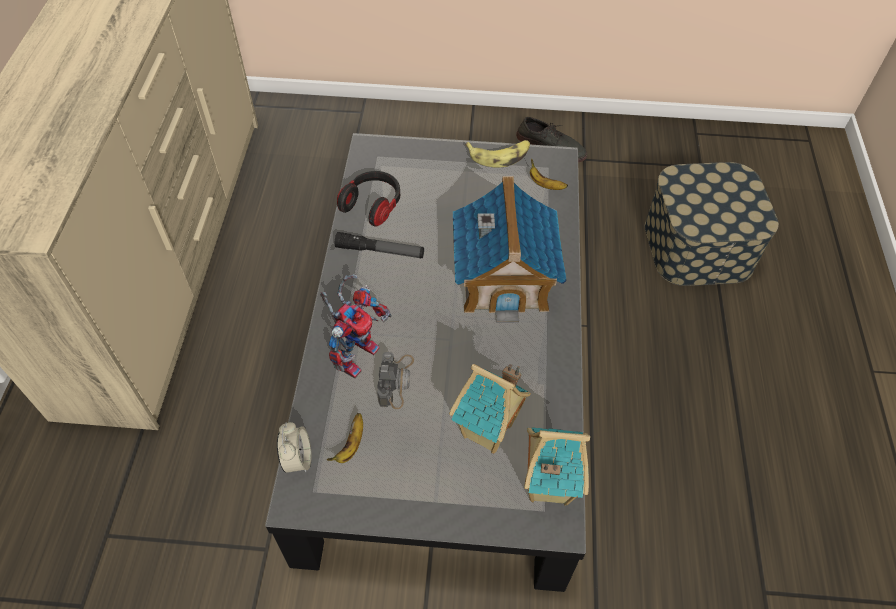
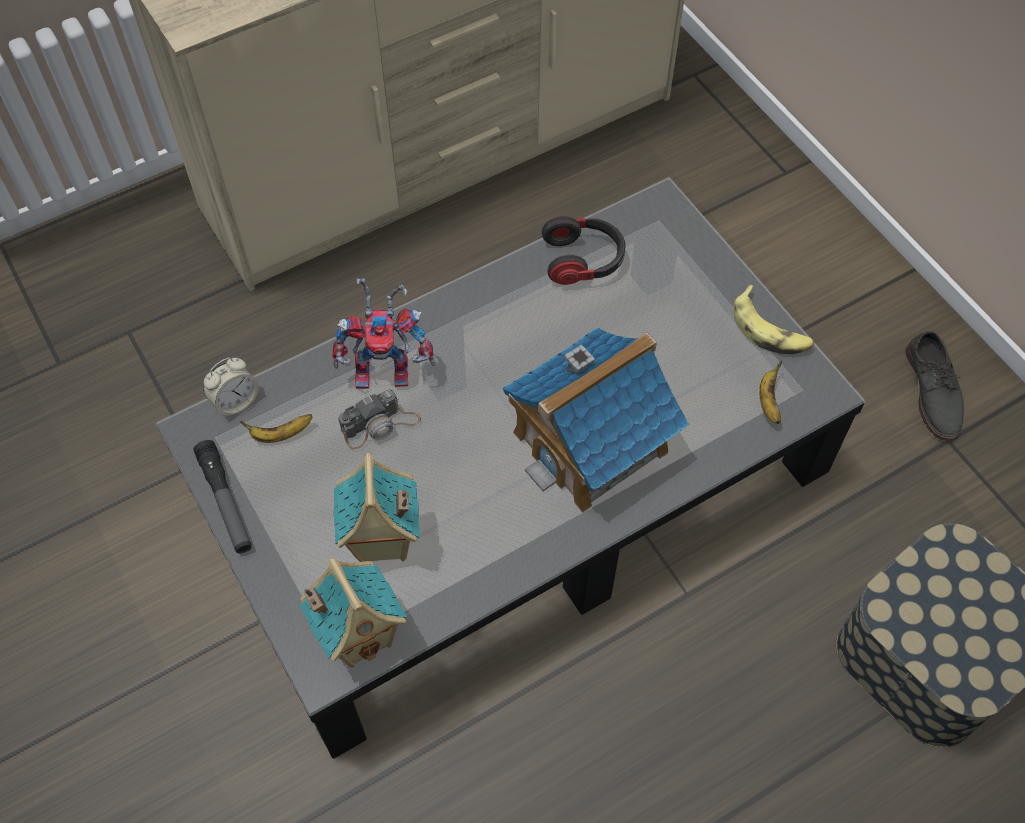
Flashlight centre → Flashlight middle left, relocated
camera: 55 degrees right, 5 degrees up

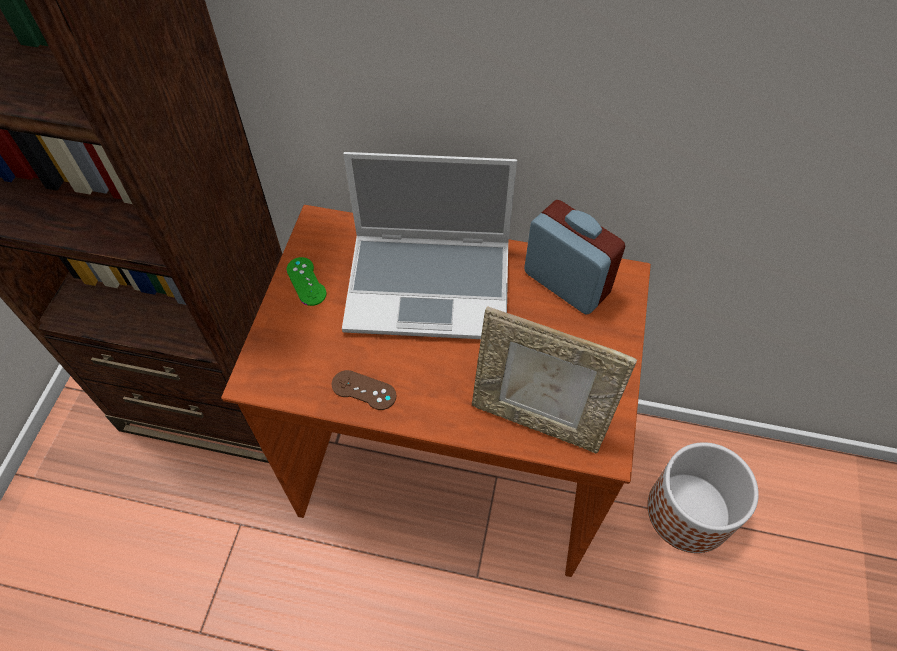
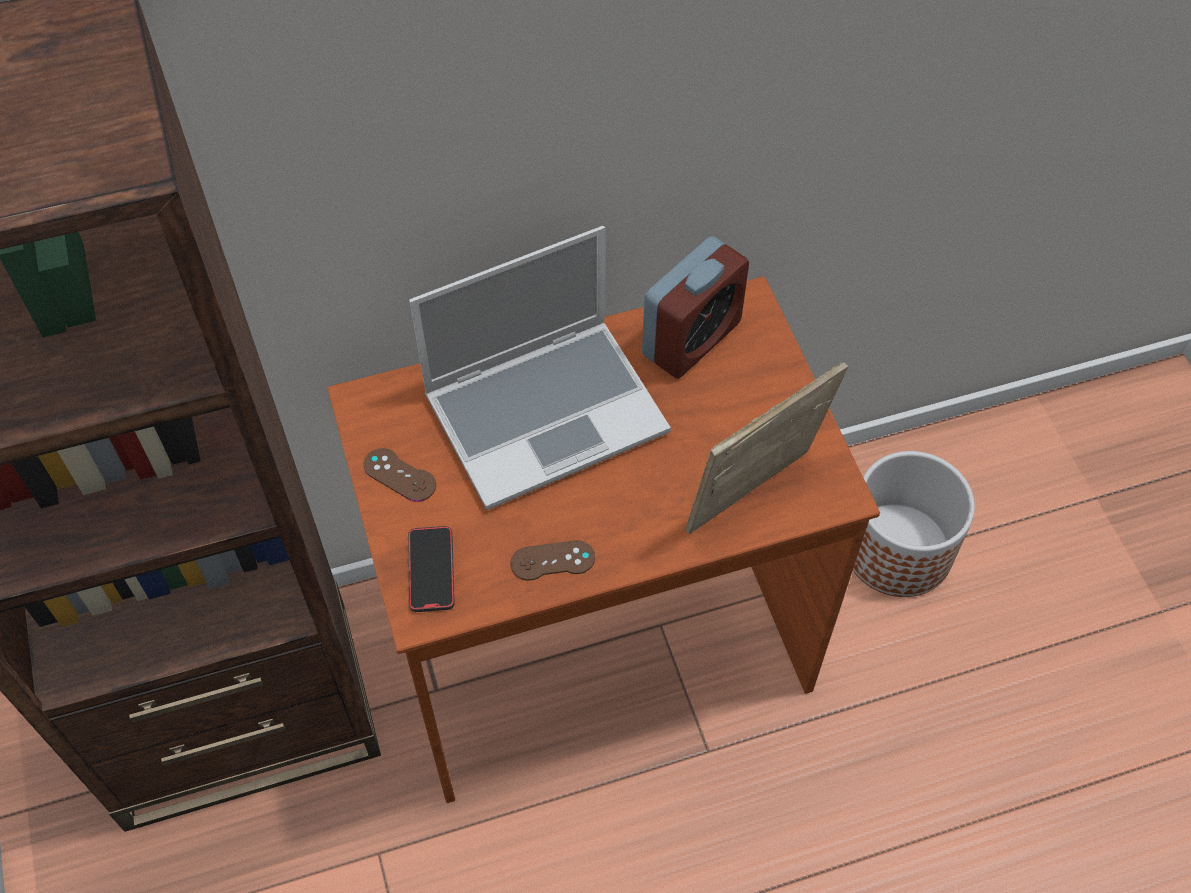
AlarmClock centre, 120 degrees clockwise
GreenGameController centre → BrownGameController (no. 1 from left) centre
PictureFrame centre, 150 degrees clockwise
- → Phone centre
camera: 30 degrees left, 0 degrees up

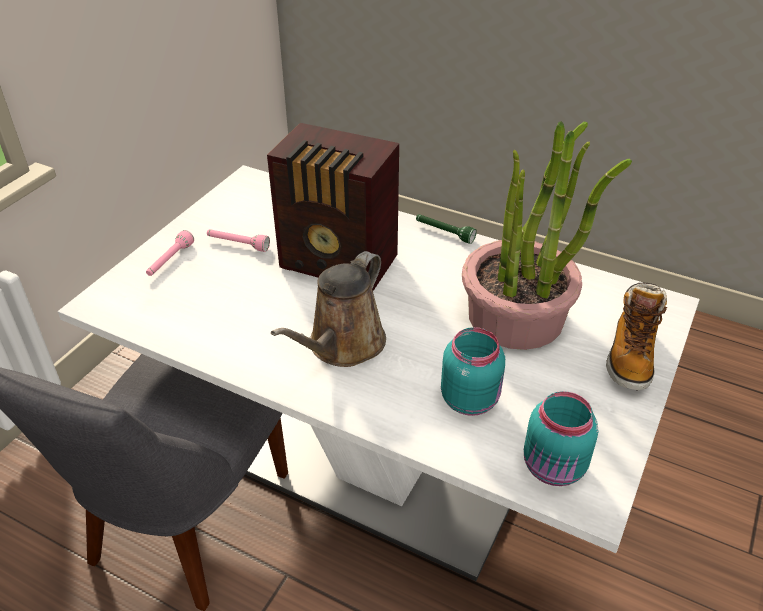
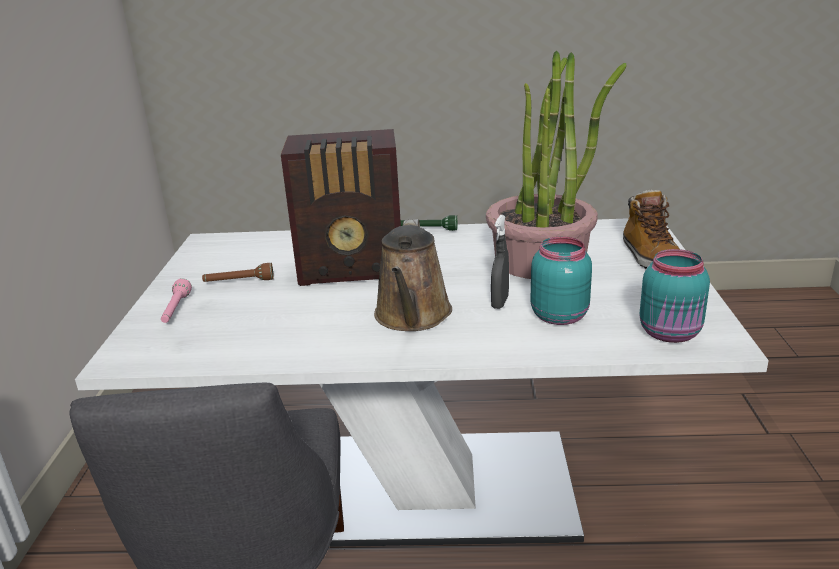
PinkFlashlight (no. 2 from left) middle left → BrownFlashlight middle left
- → GreySprayBottle centre
camera: 25 degrees left, 15 degrees down

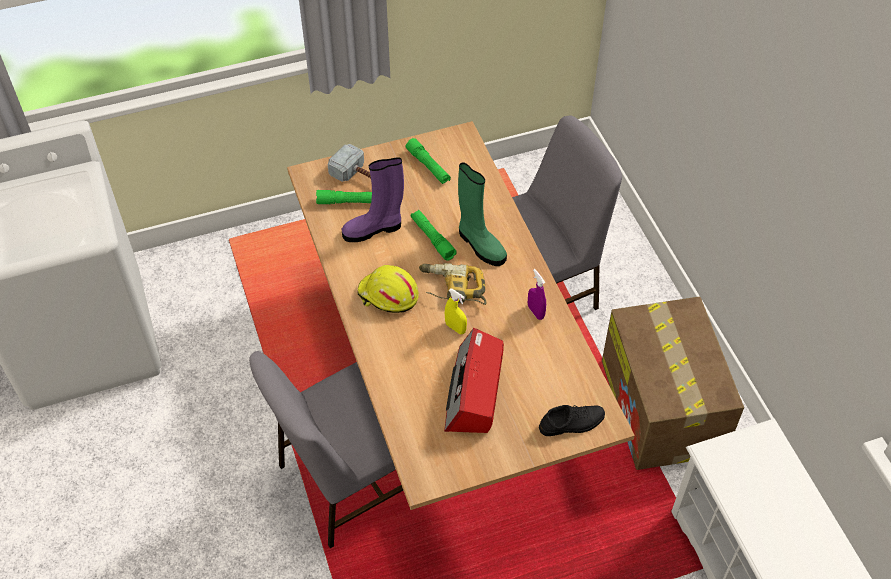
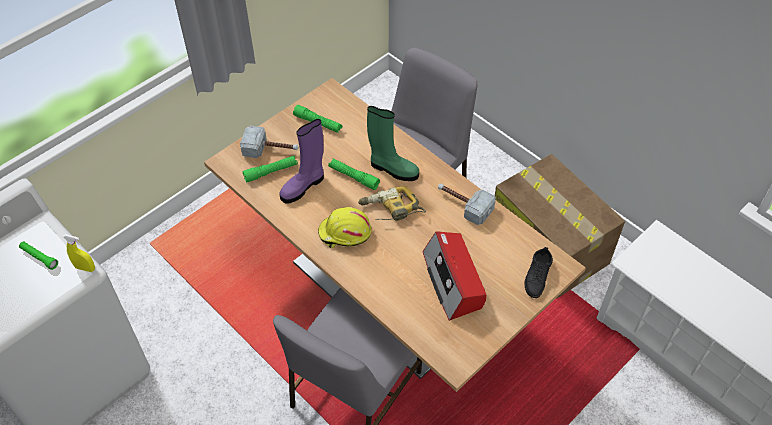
PurpleSprayBottle centre → Hammer (no. 2 from left) centre
YellowSprayBottle centre → YellowSprayBottle middle left, relocated
BlackShoe bottom centre → BlackShoe middle right, 150 degrees clockwise
- → GreenFlashlight (no. 1 from left) middle left
camera: 25 degrees left, 0 degrees up

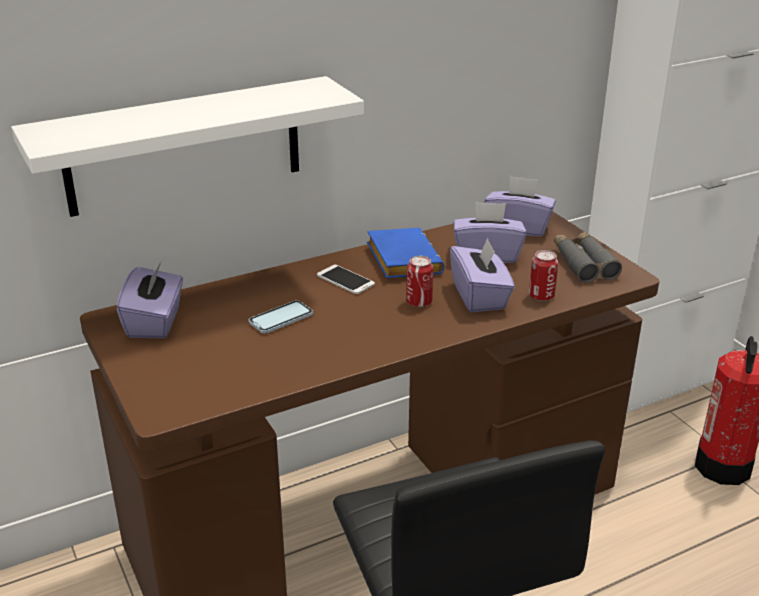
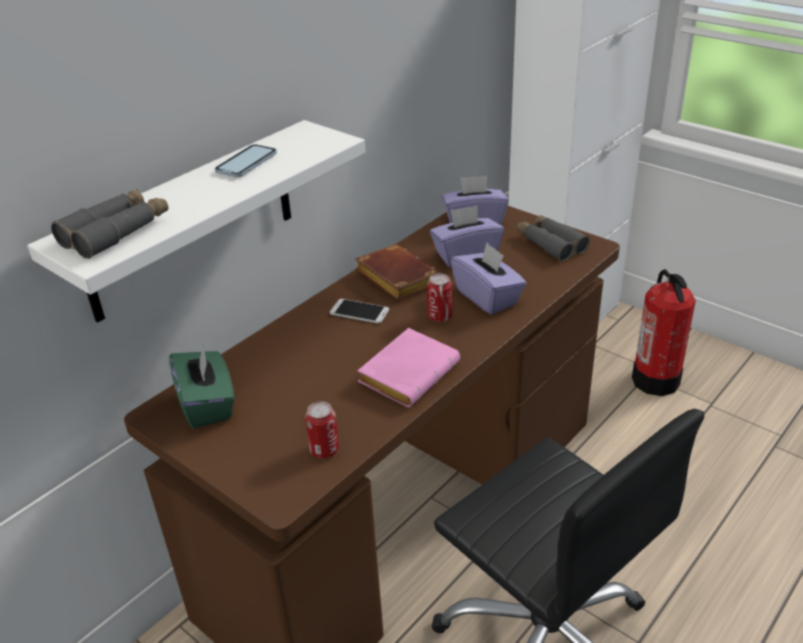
BlueBook centre → BrownBook centre
Can (no. 2 from left in the first image) middle right → Can (no. 1 from left) bottom centre, relocated
PurpleTissueBox (no. 1 from left) middle left → GreenTissueBox middle left
Phone (no. 1 from left) centre → Phone (no. 1 from left) top left, relocated
- → GreyBinoculars (no. 1 from left) middle left
- → PinkBook centre
camera: 20 degrees left, 5 degrees up

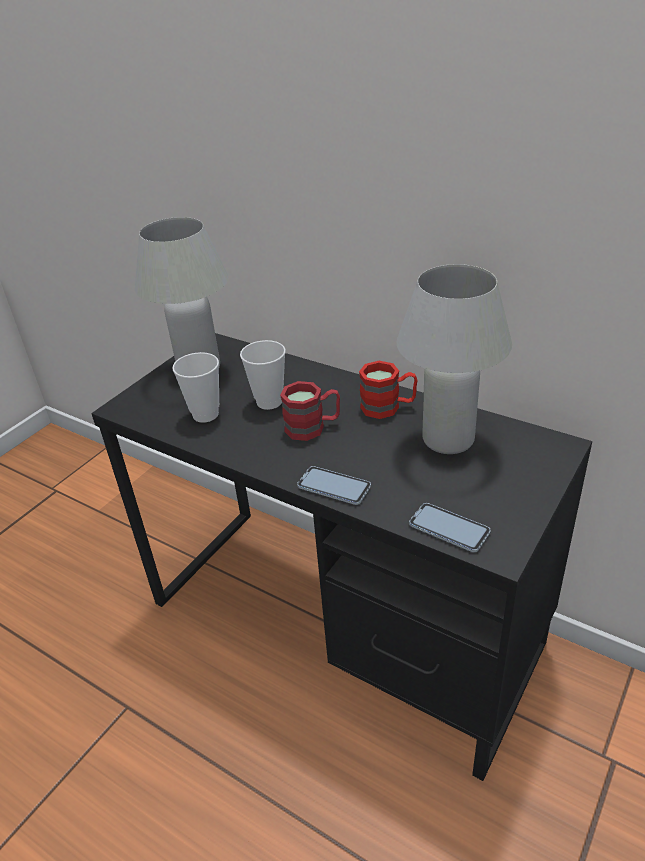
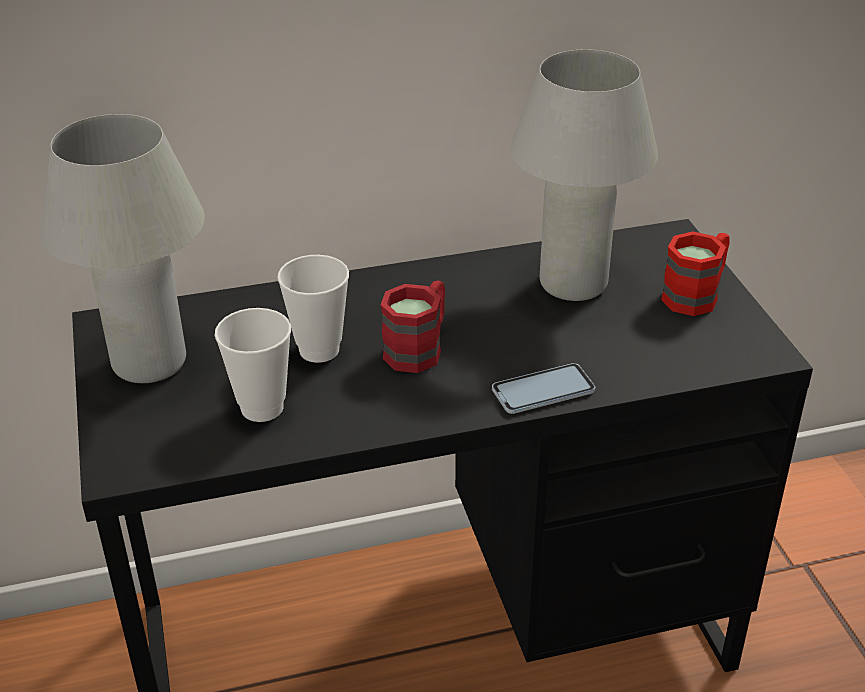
RedMug (no. 2 from left) centre → RedMug (no. 2 from left) middle right, relocated
Phone (no. 2 from left) middle right → -
camera: 50 degrees left, 0 degrees up

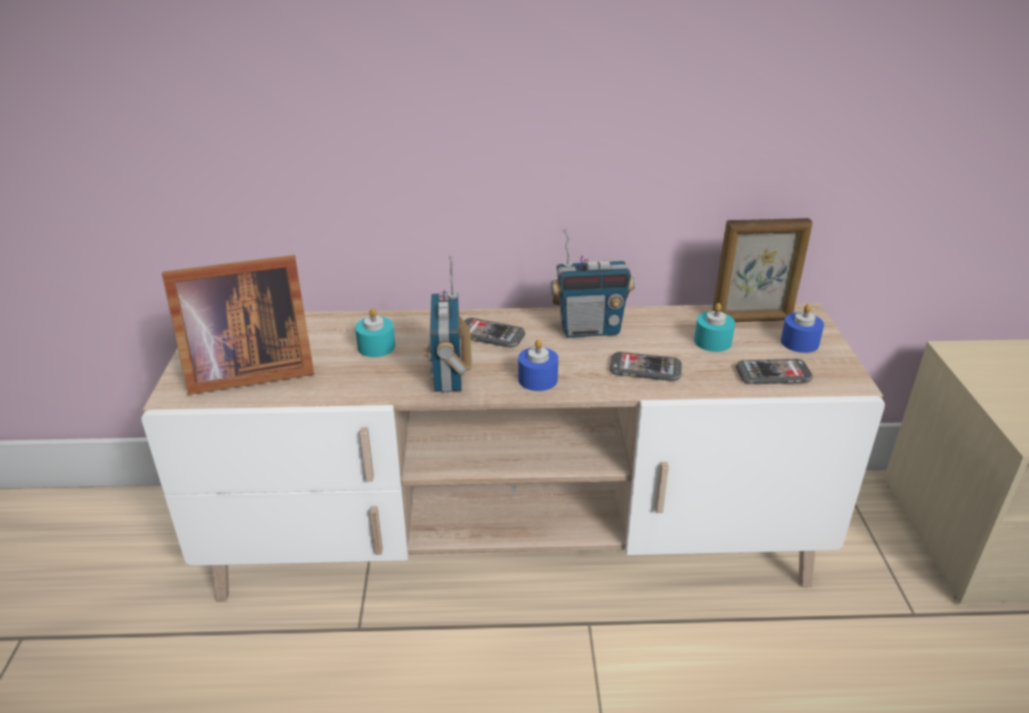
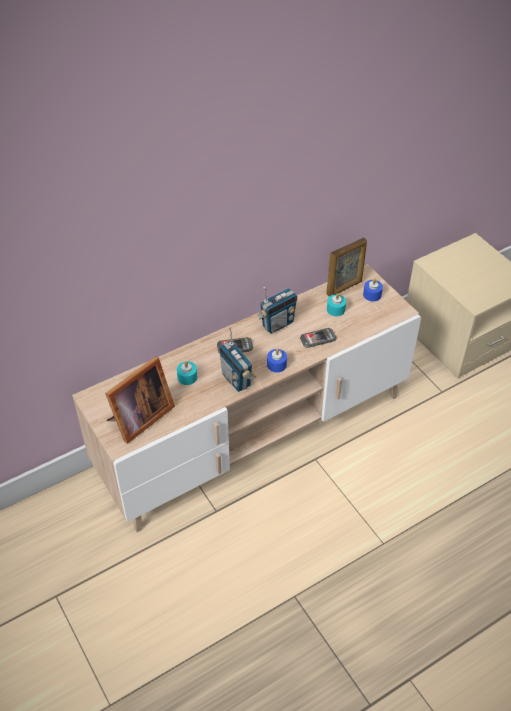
Phone (no. 3 from left) middle right → -
camera: 30 degrees left, 15 degrees up

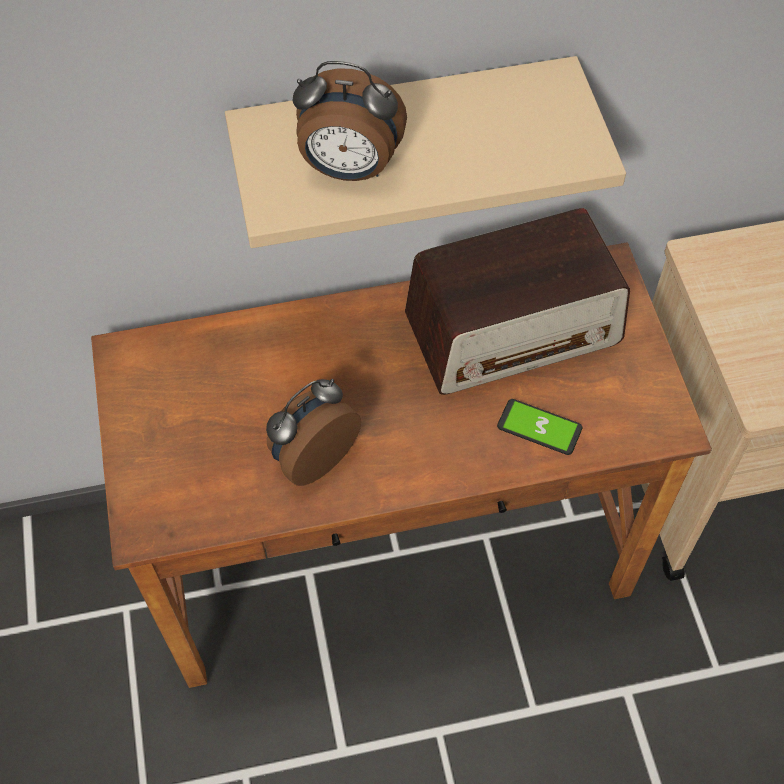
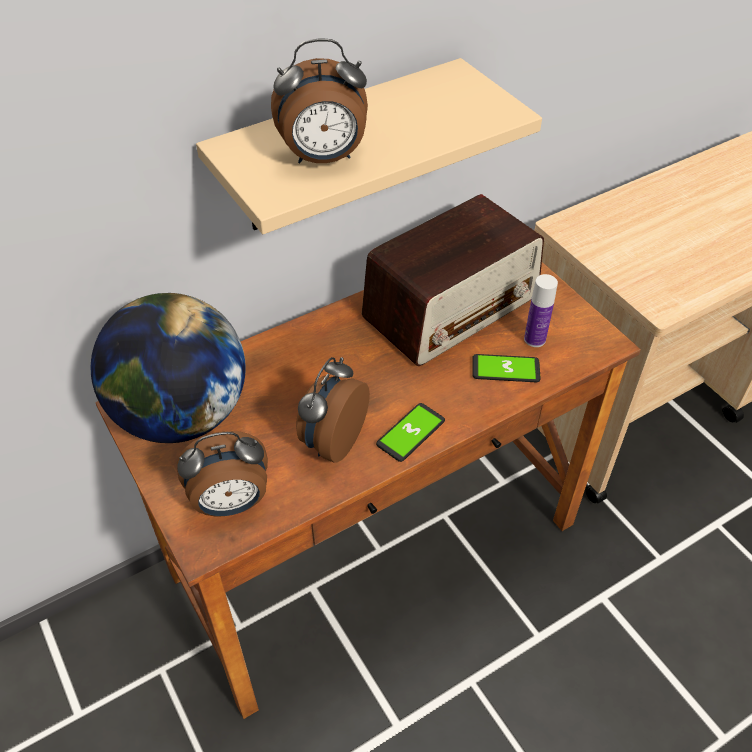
- → Bottle middle right
- → Globe middle left
- → Phone (no. 1 from left) centre
- → AlarmClock (no. 1 from left) middle left
camera: 20 degrees left, 10 degrees down

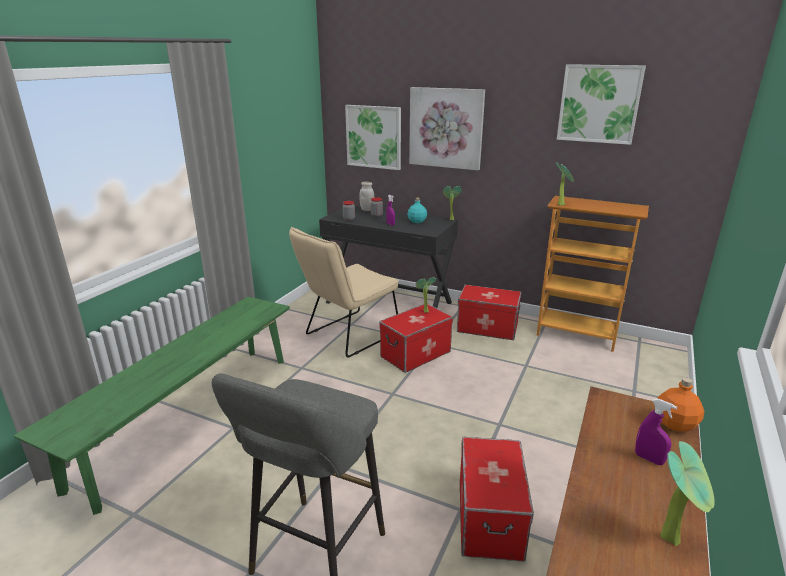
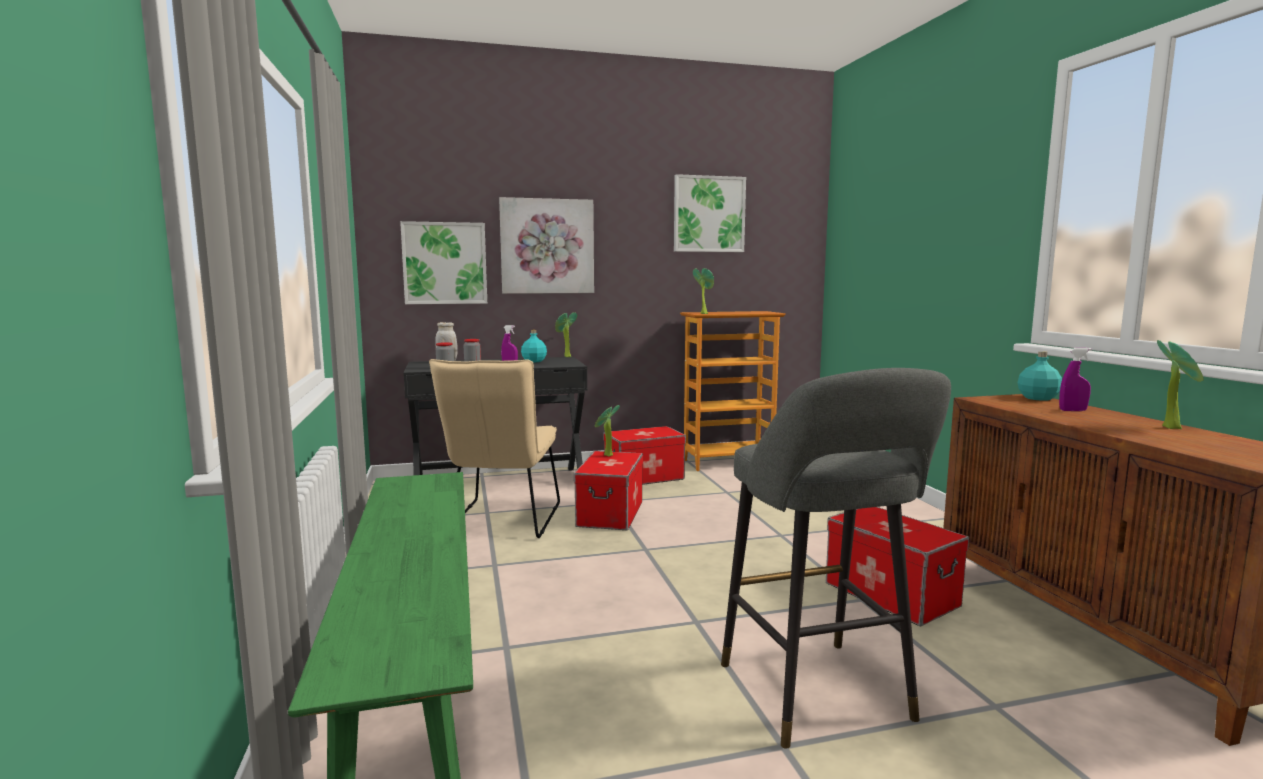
OrangeBottle bottom right → TurquoiseBottle (no. 2 from left) middle right
camera: 40 degrees left, 15 degrees down

